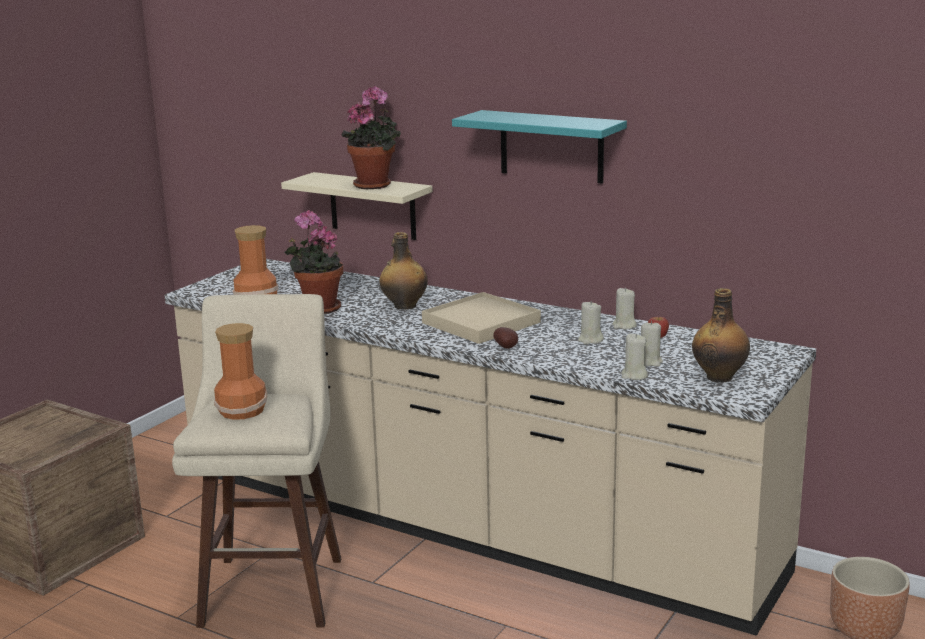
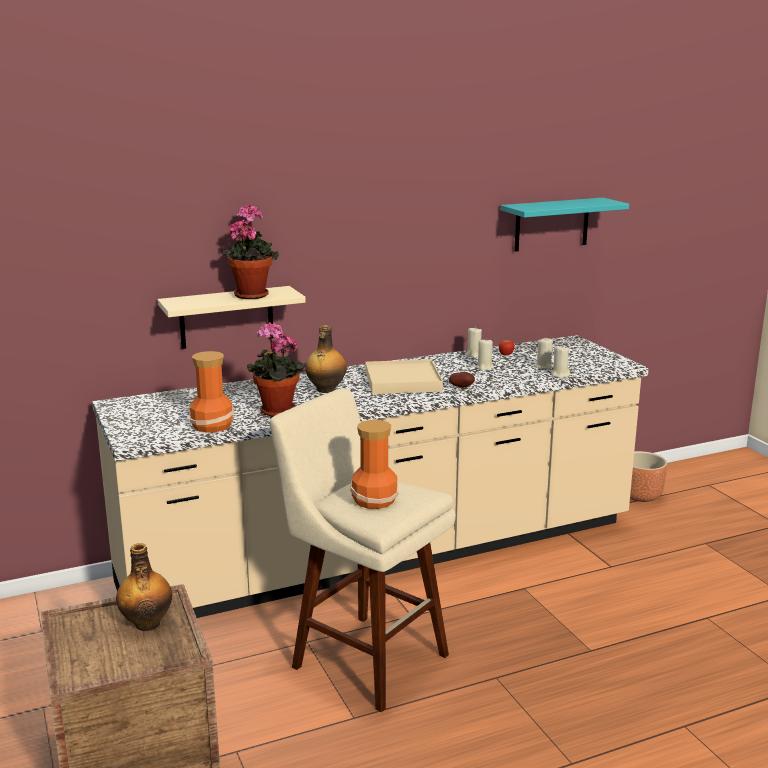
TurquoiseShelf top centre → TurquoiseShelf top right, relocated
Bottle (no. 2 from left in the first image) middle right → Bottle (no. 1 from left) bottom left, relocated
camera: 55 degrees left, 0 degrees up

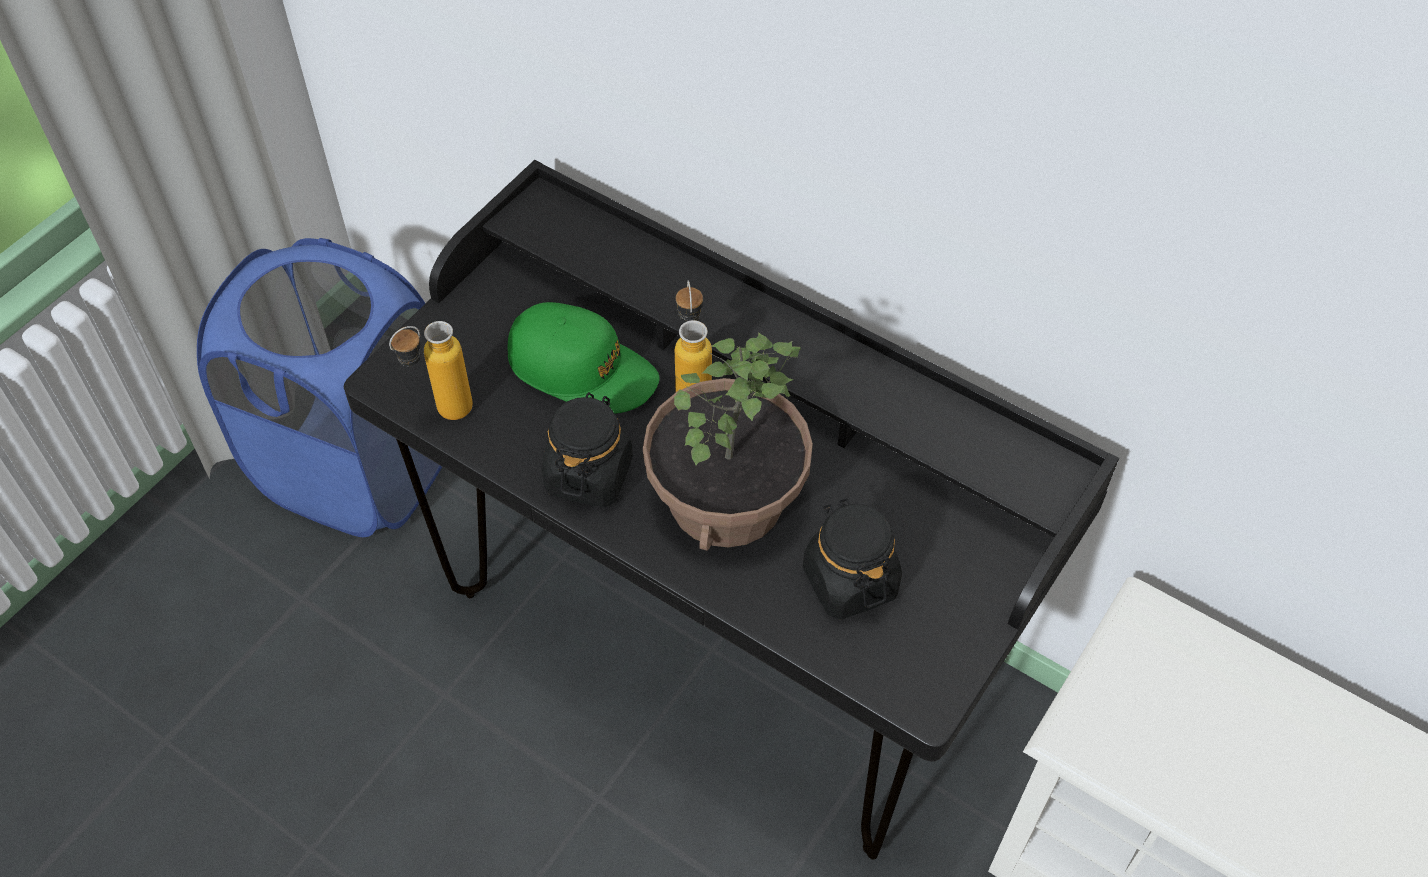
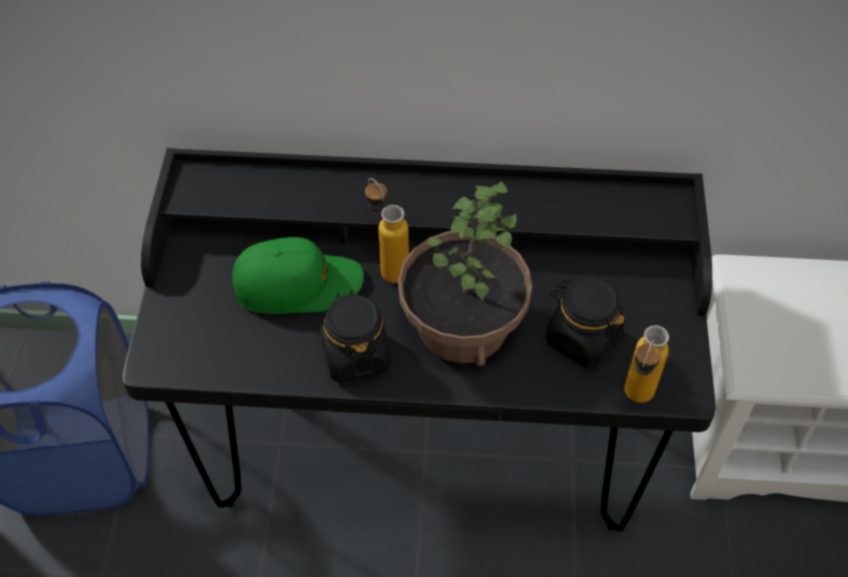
Bottle (no. 1 from left in the first image) middle left → Bottle (no. 2 from left) middle right, relocated
camera: 30 degrees left, 0 degrees up

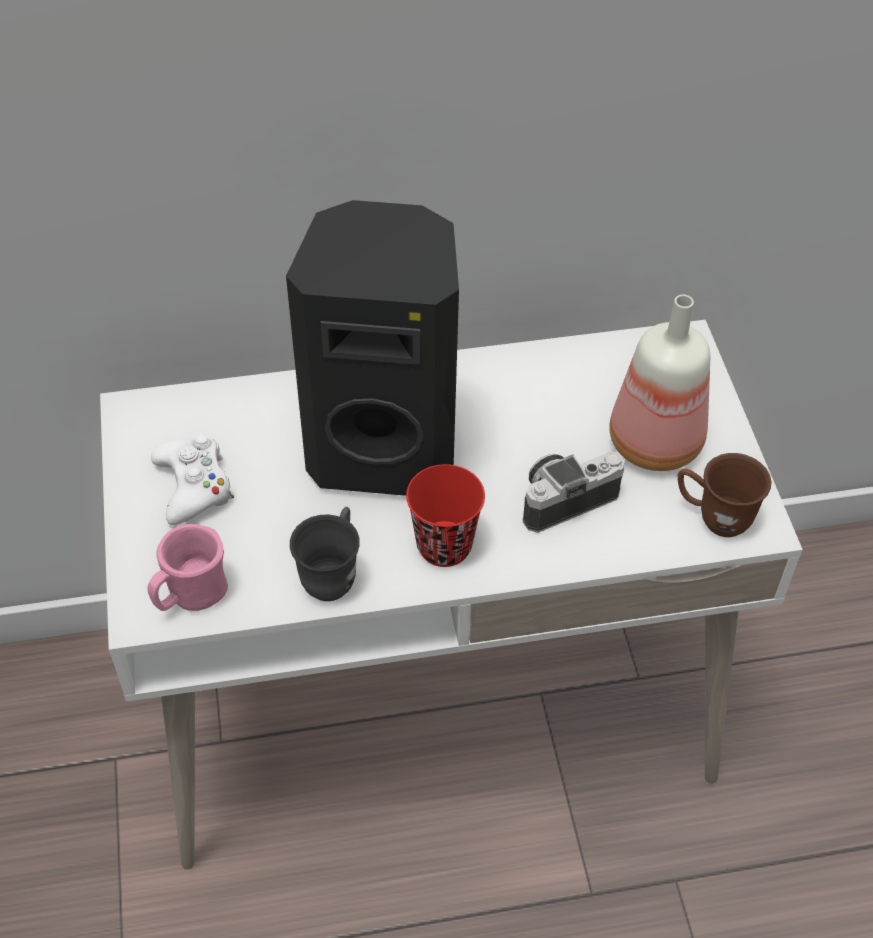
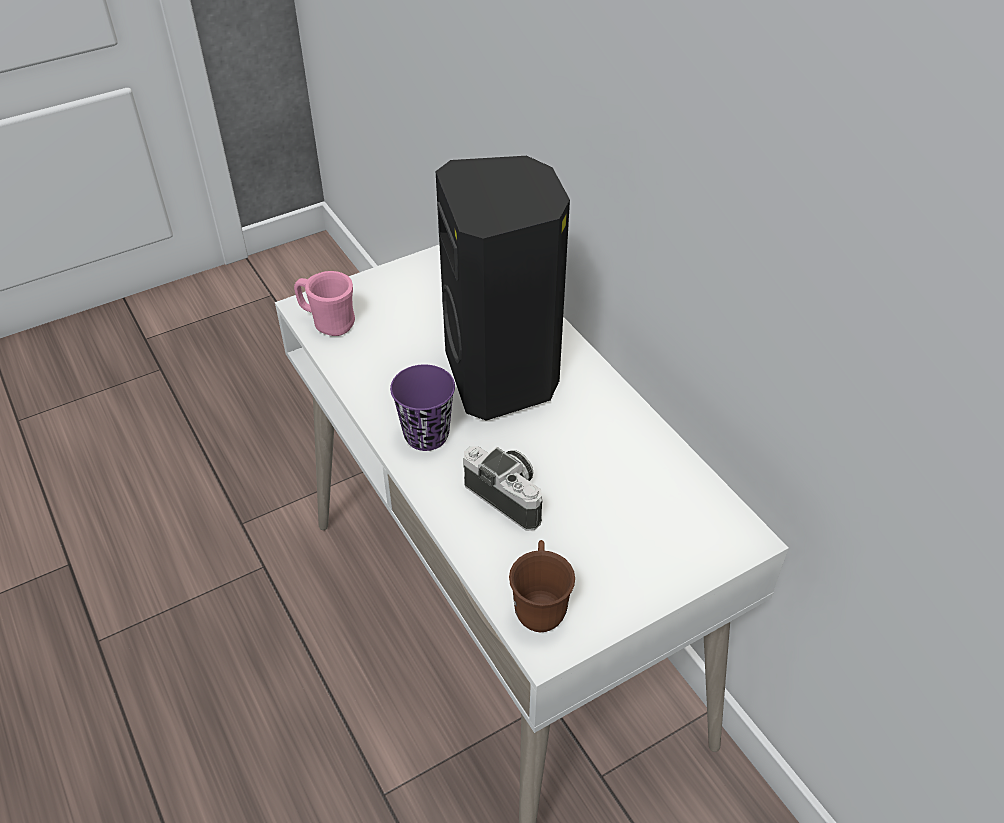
Bottle middle right → -
WhiteGameController middle left → -
RedCup centre → PurpleCup centre
GreyMug centre → -
camera: 70 degrees right, 5 degrees down

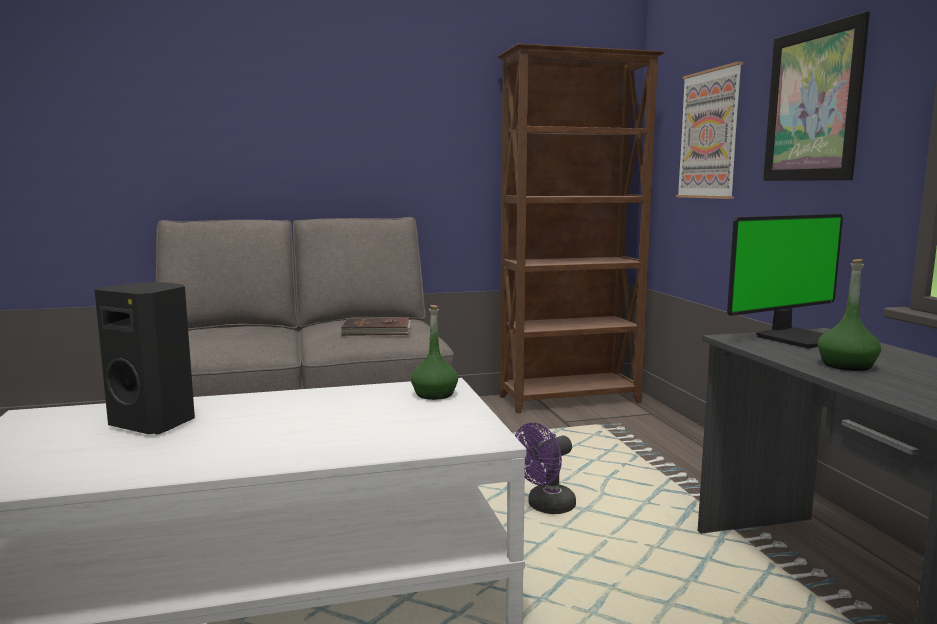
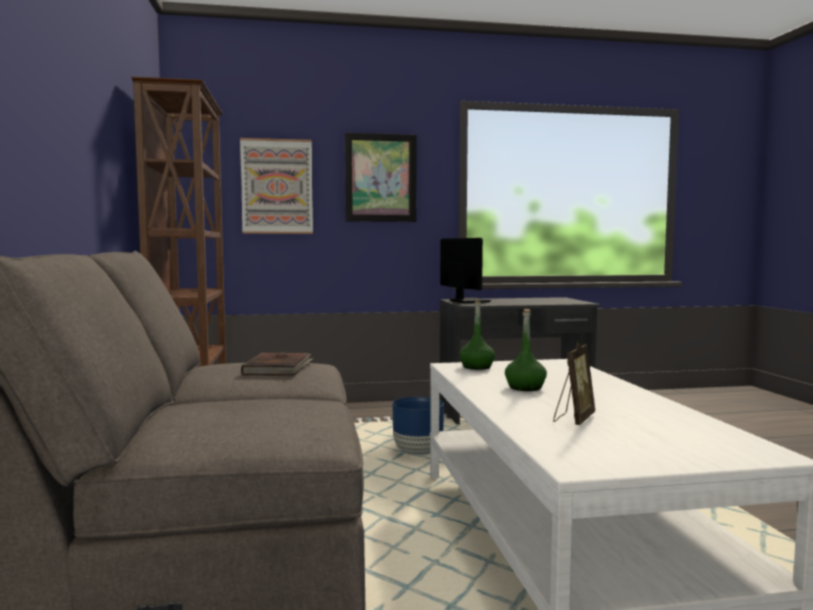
GreenBottle (no. 2 from left) middle right → GreenBottle (no. 2 from left) centre, relocated
BlackSpeaker middle left → PictureFrame middle right
PurpleFan bottom centre → BluePlanter bottom centre
camera: 85 degrees left, 5 degrees down

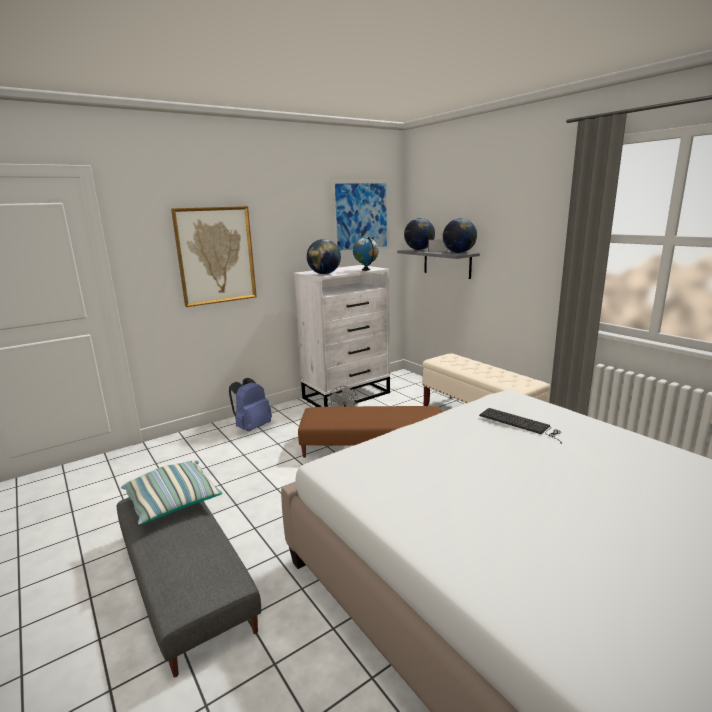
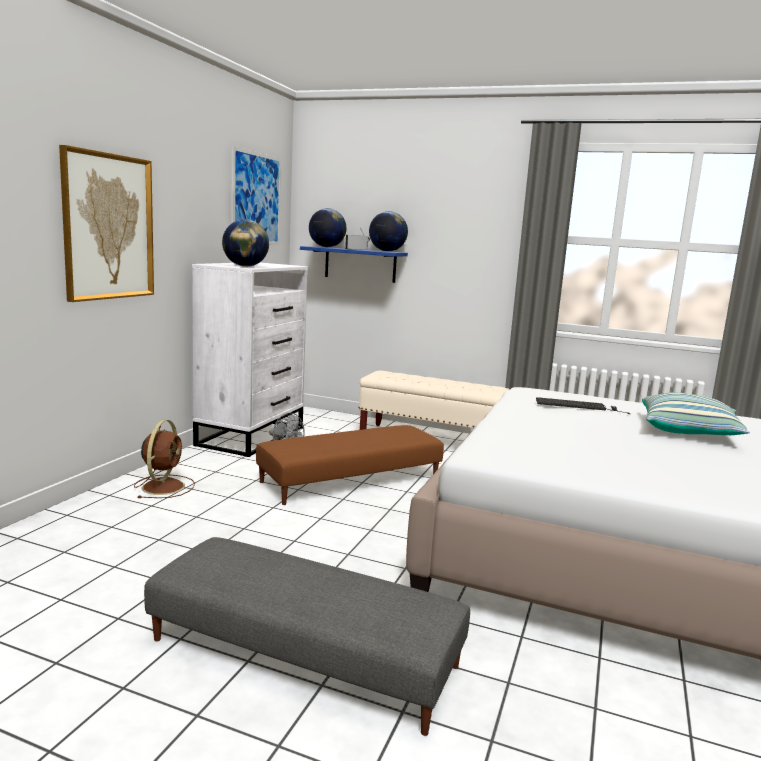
Globe (no. 2 from left) centre → -
GreyShelf centre → BlueShelf centre
BlueBackpack centre → BrownFan middle left
Pillow bottom left → Pillow middle right, relocated
camera: 35 degrees left, 5 degrees down

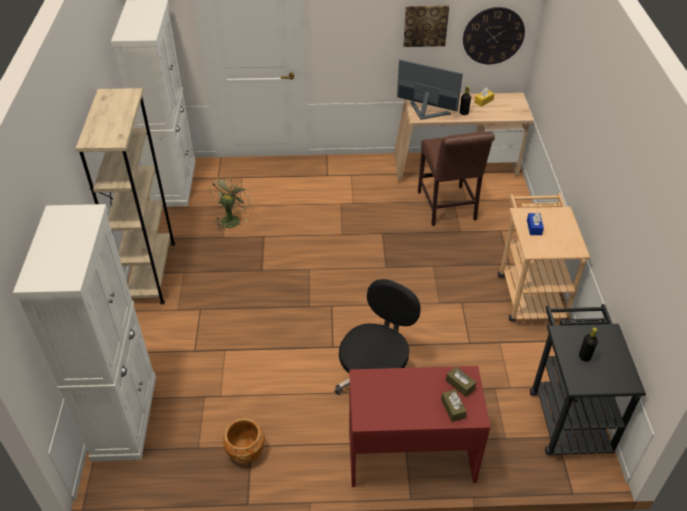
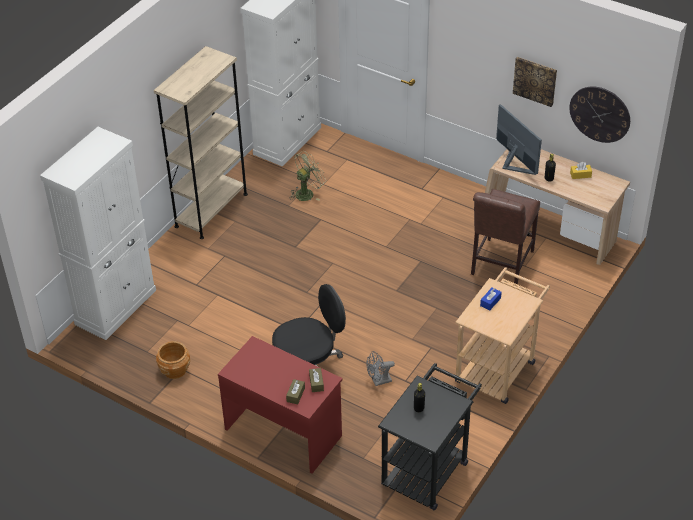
- → GreyFan bottom centre
camera: 35 degrees right, 0 degrees up

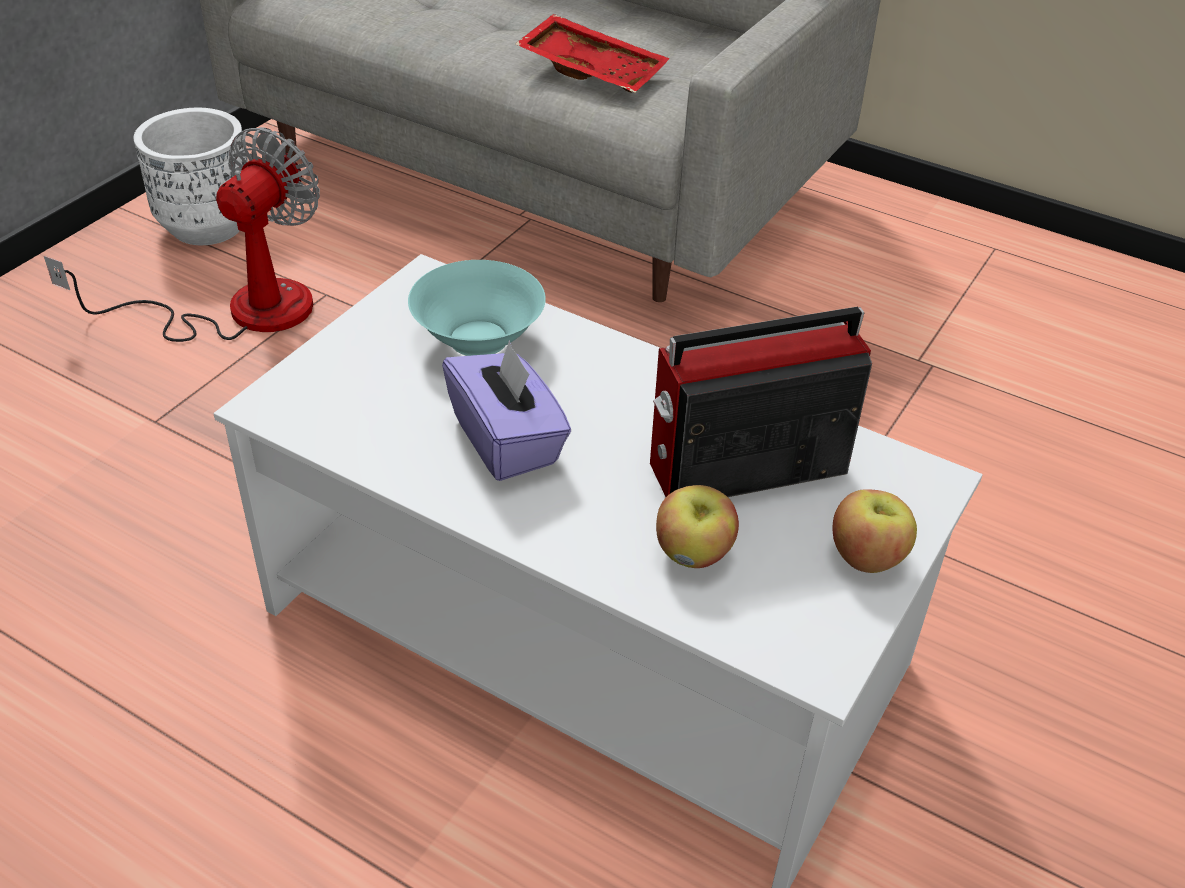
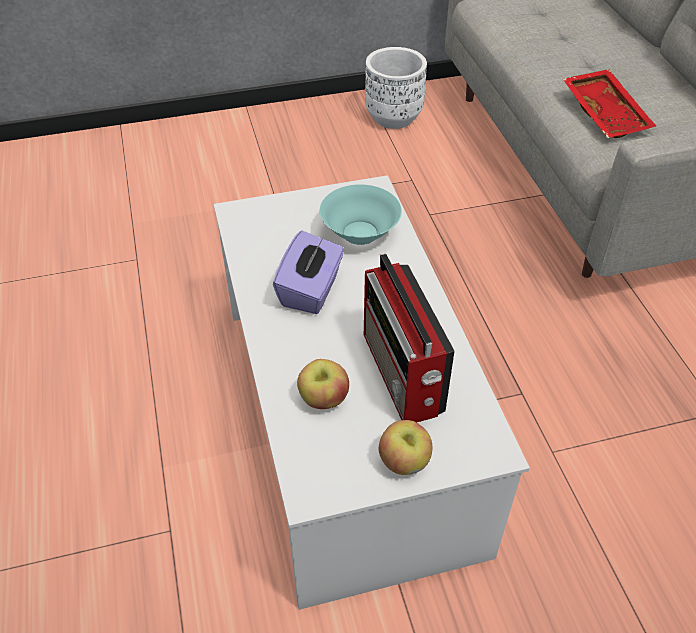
Fan top left → -
Radio centre, 135 degrees counterclockwise
camera: 45 degrees right, 5 degrees up

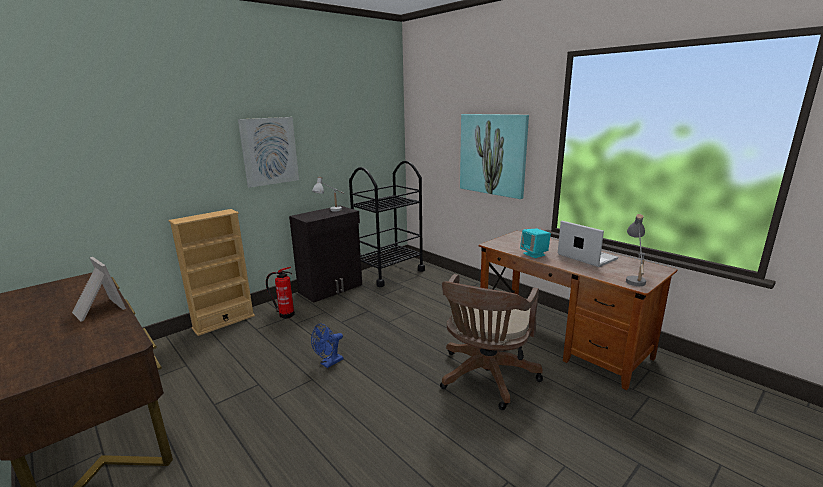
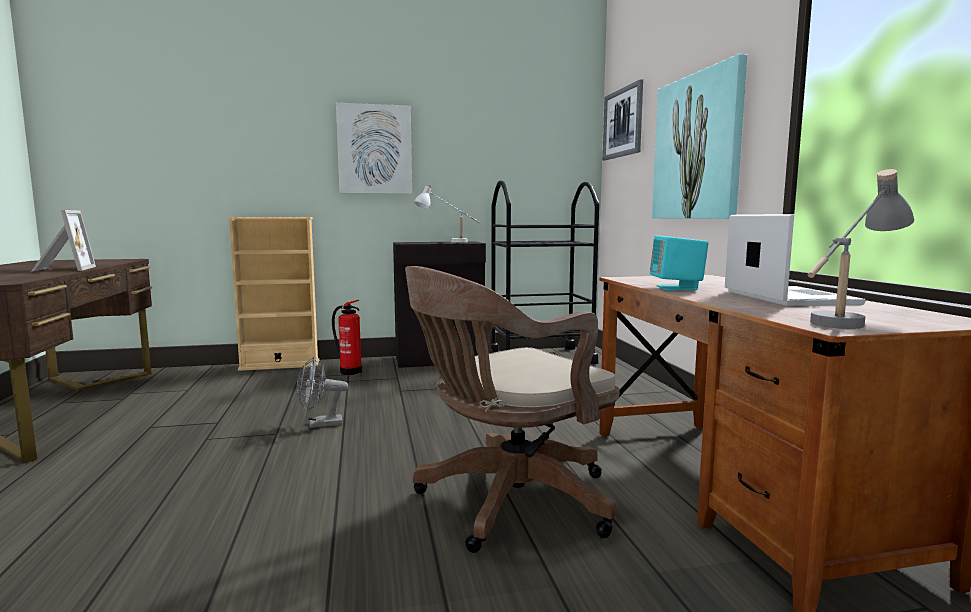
BlueFan bottom centre → GreyFan middle left
- → Picture (no. 2 from left) top centre
camera: 30 degrees right, 10 degrees down

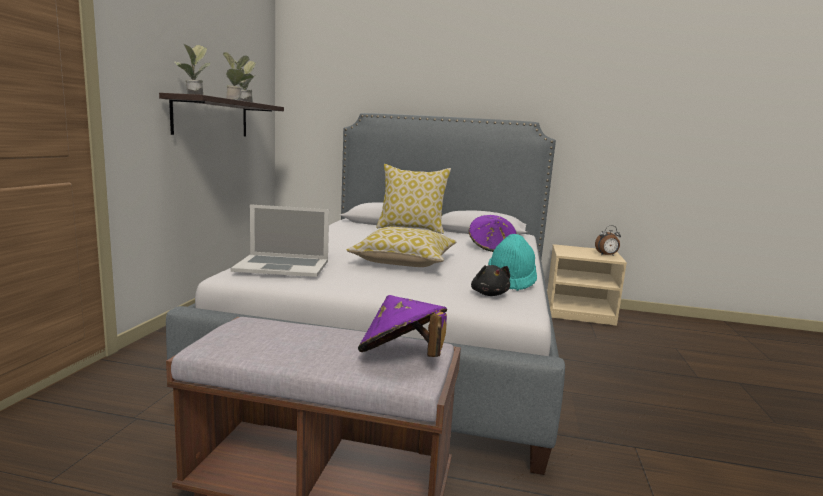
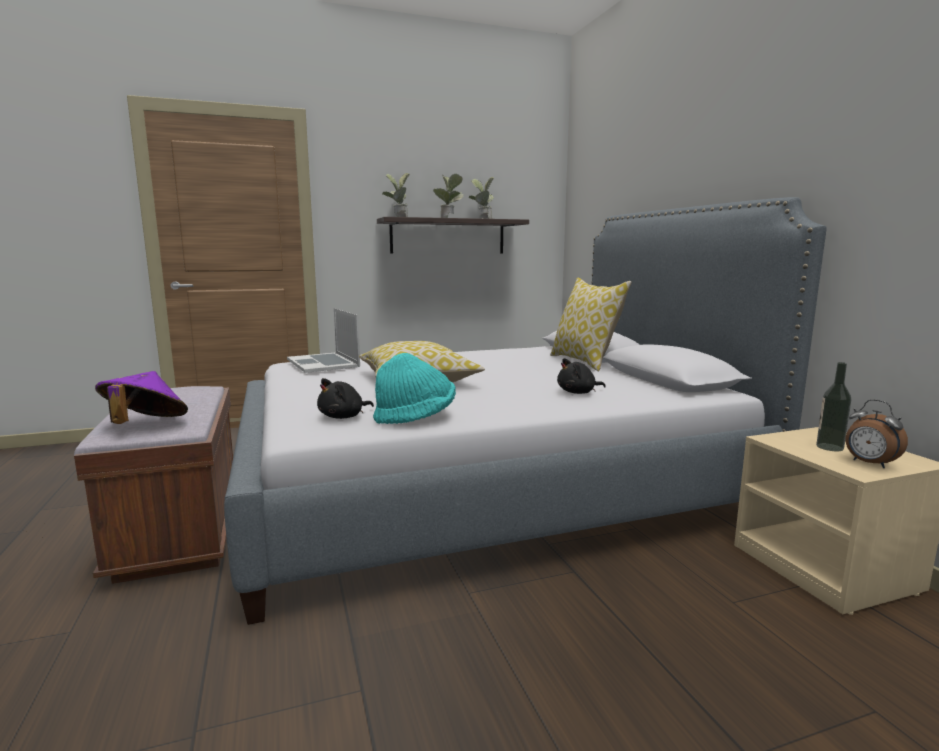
PurpleHat (no. 2 from left) centre → BlackPlushToy (no. 2 from left) centre
- → Bottle middle right
camera: 60 degrees right, 0 degrees up

